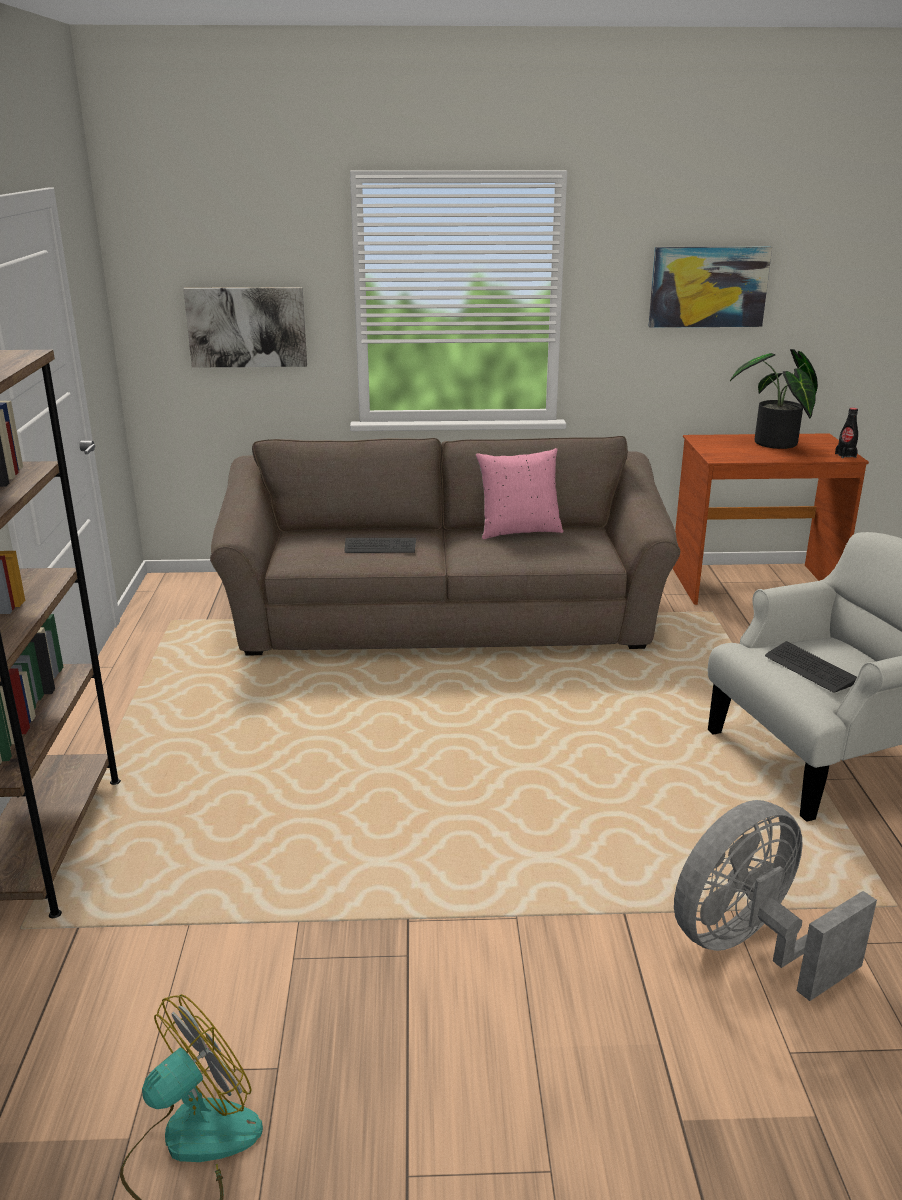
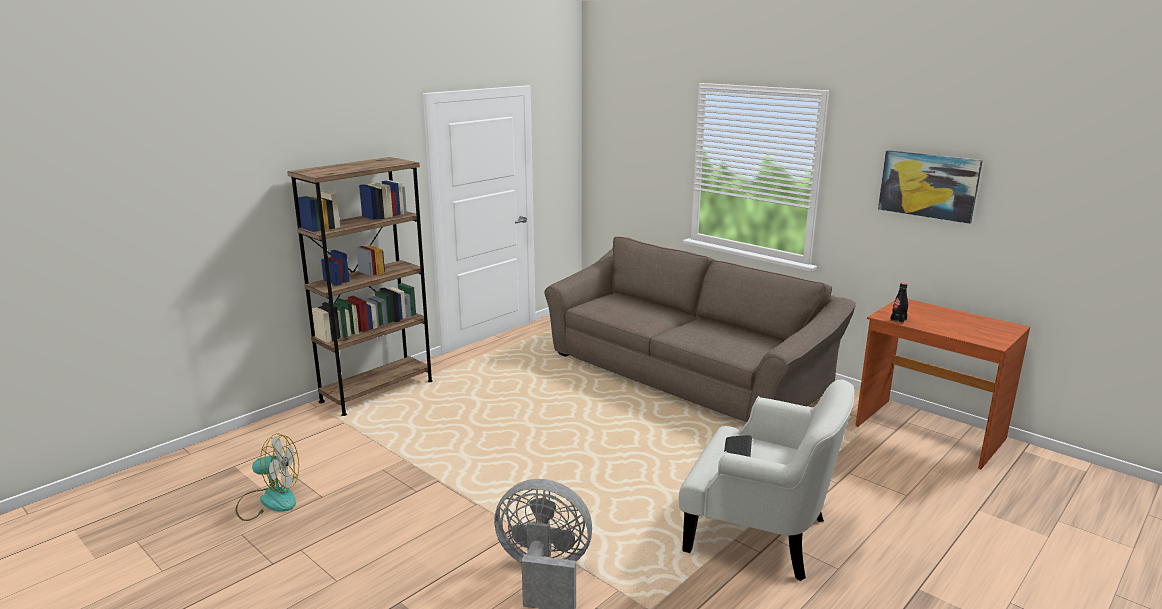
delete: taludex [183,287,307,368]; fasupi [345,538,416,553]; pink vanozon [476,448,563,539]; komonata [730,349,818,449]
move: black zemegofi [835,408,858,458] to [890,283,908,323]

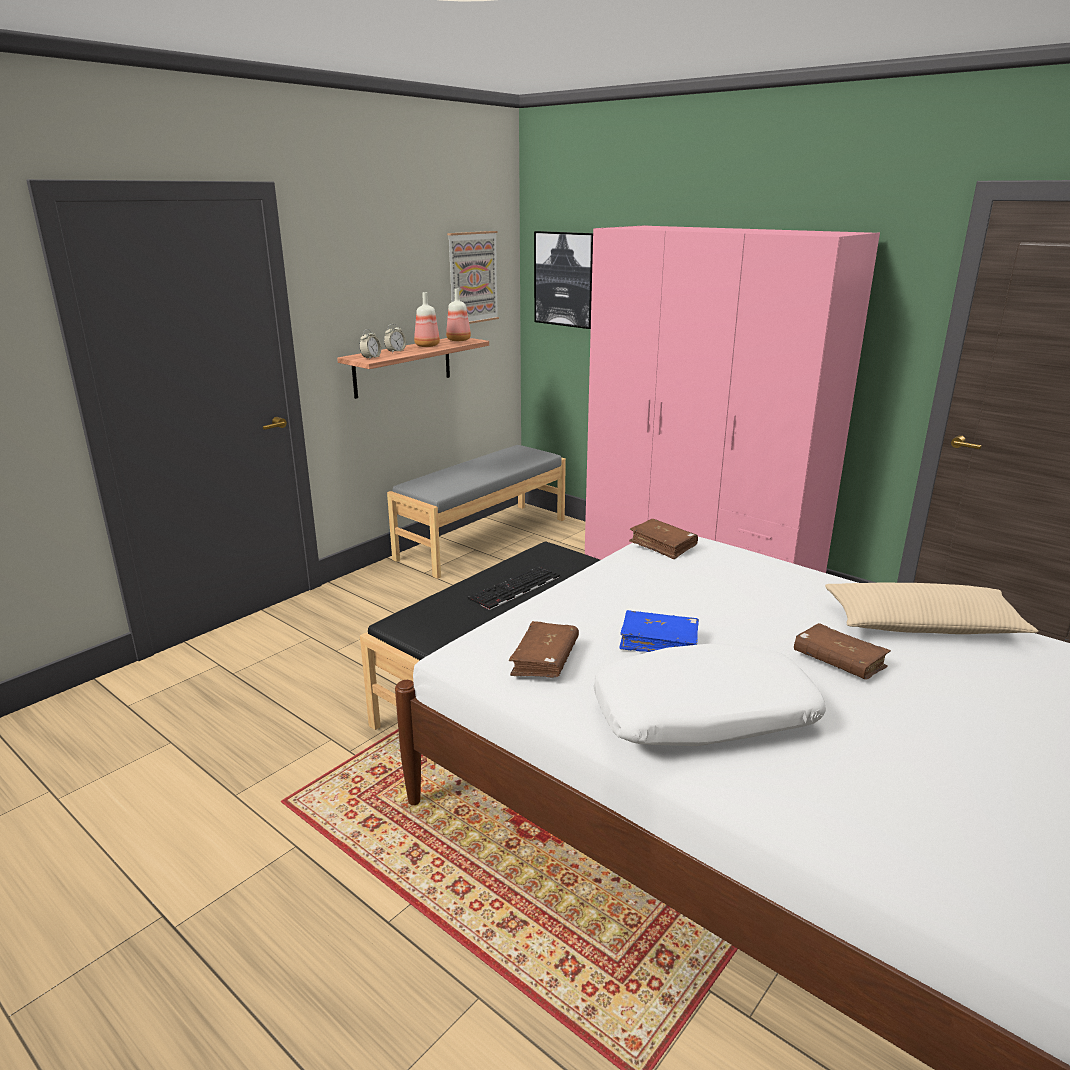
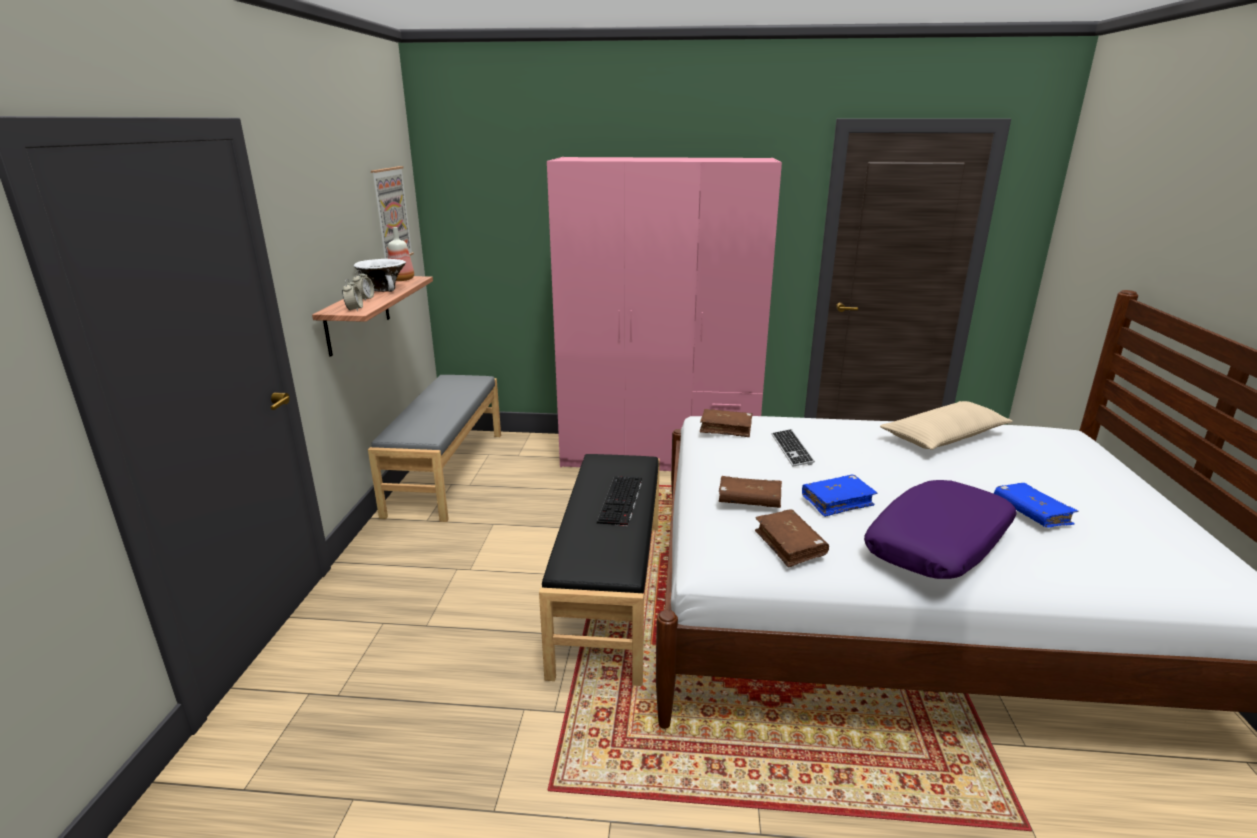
delete: taludex [534,231,593,329]
insert: fasupi [771,429,815,467]; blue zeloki [994,483,1078,528]
move: brown zeloki [794,623,891,680] to [719,476,782,508]
replace: zemegofi [414,292,440,347] to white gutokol [353,259,406,292]
recolor: white vanozon [593,643,826,746] to purple vanozon [864,480,1017,579]

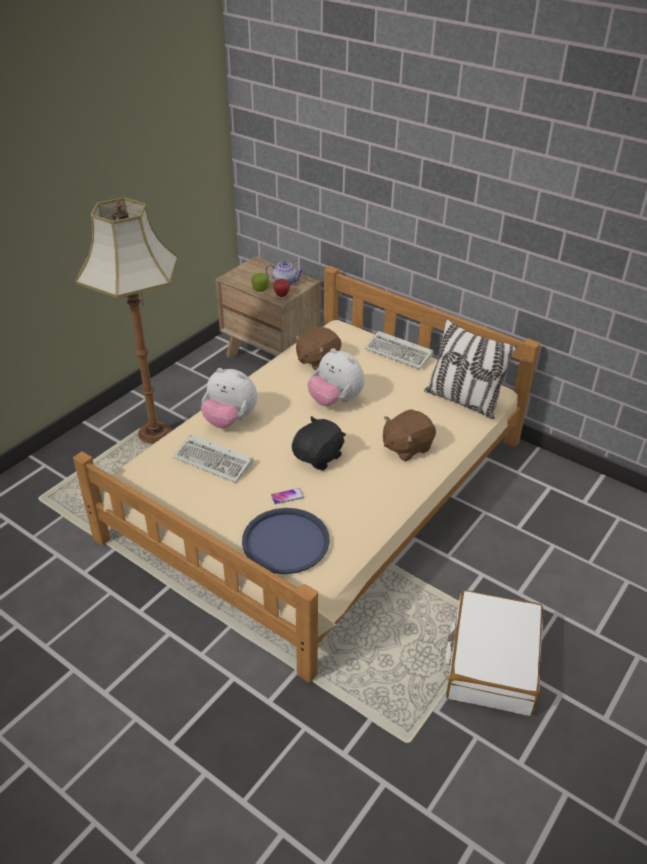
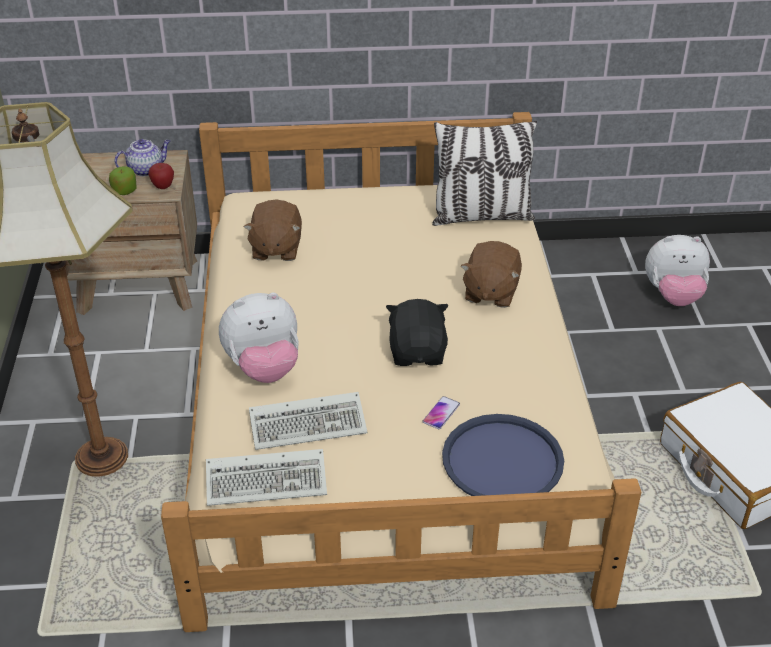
move: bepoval [308,348,364,406] to [645,235,710,306]; fasupi [364,331,433,369] to [206,449,327,506]

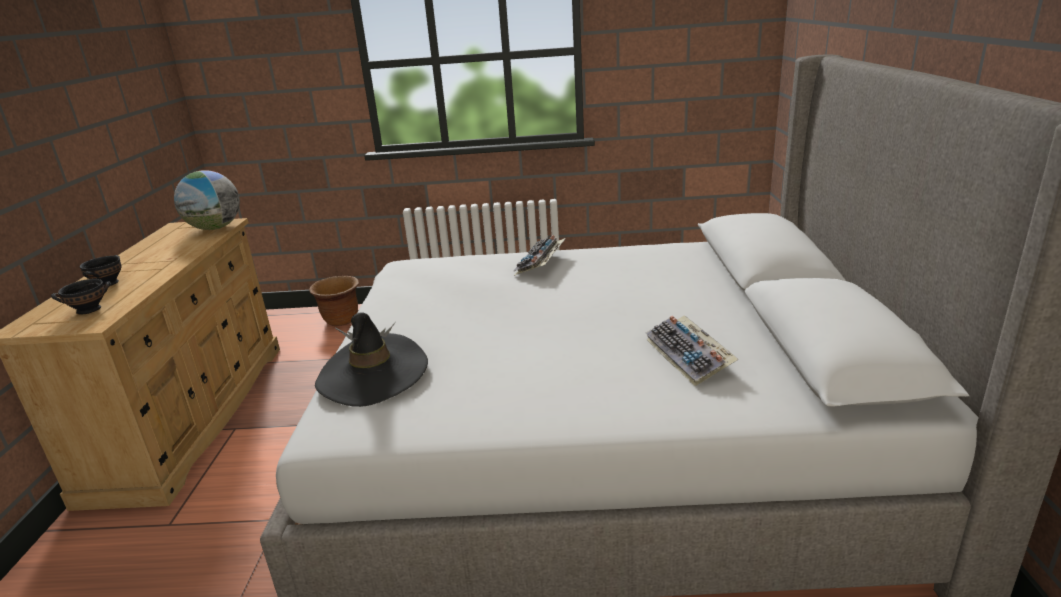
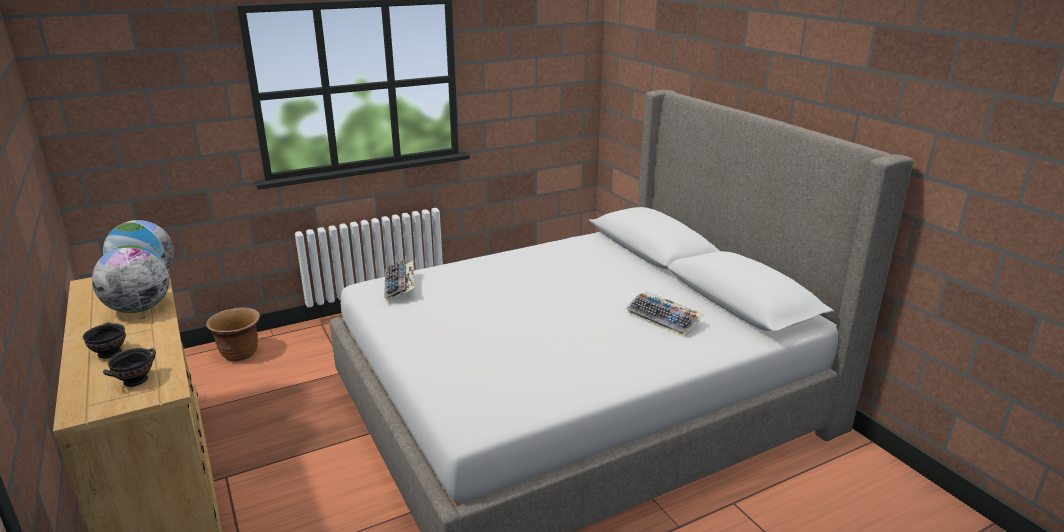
delete: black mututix [315,312,428,407]
insert: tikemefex [92,245,170,313]
move: fasupi [513,235,566,276] to [384,260,415,302]

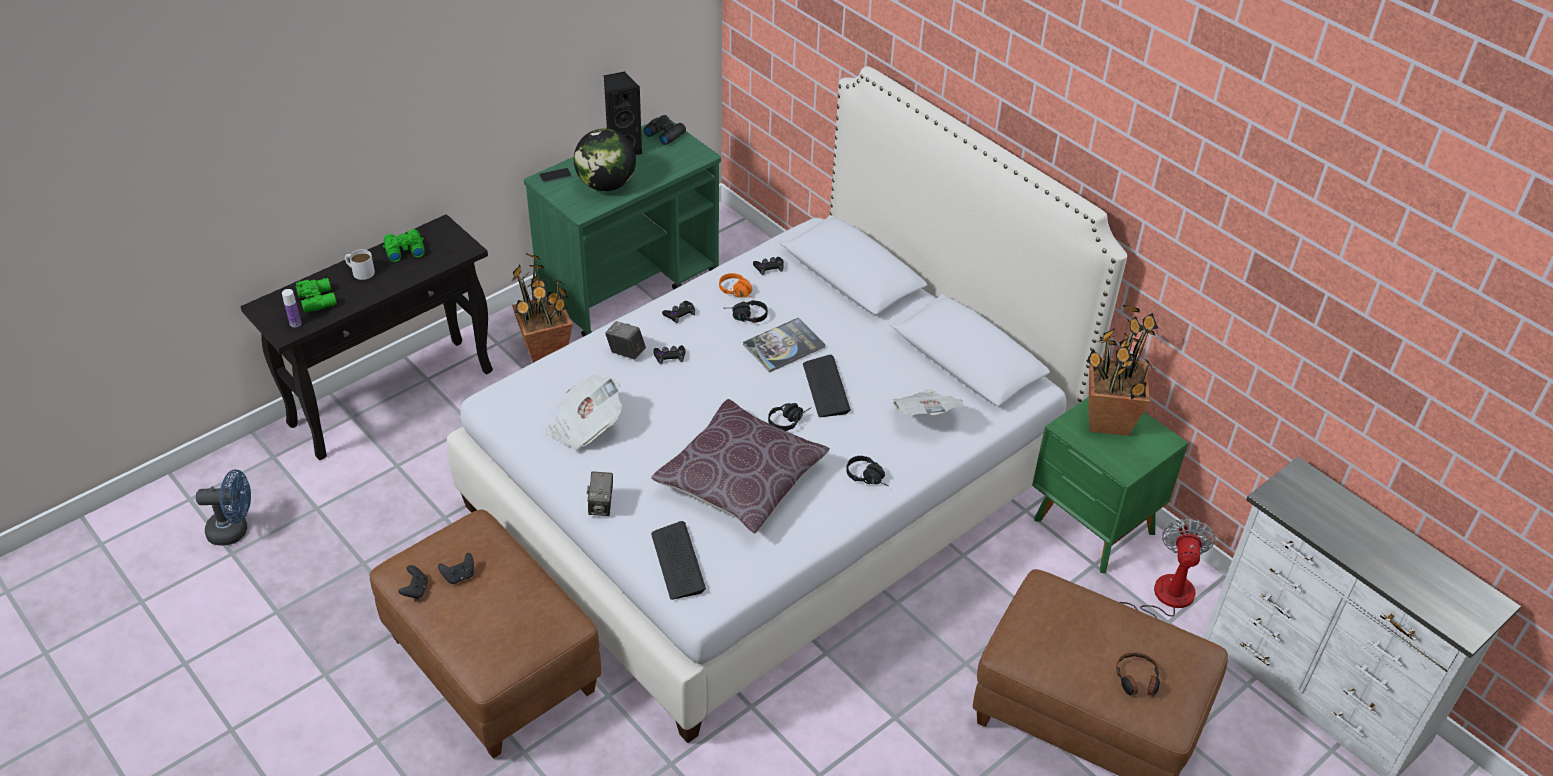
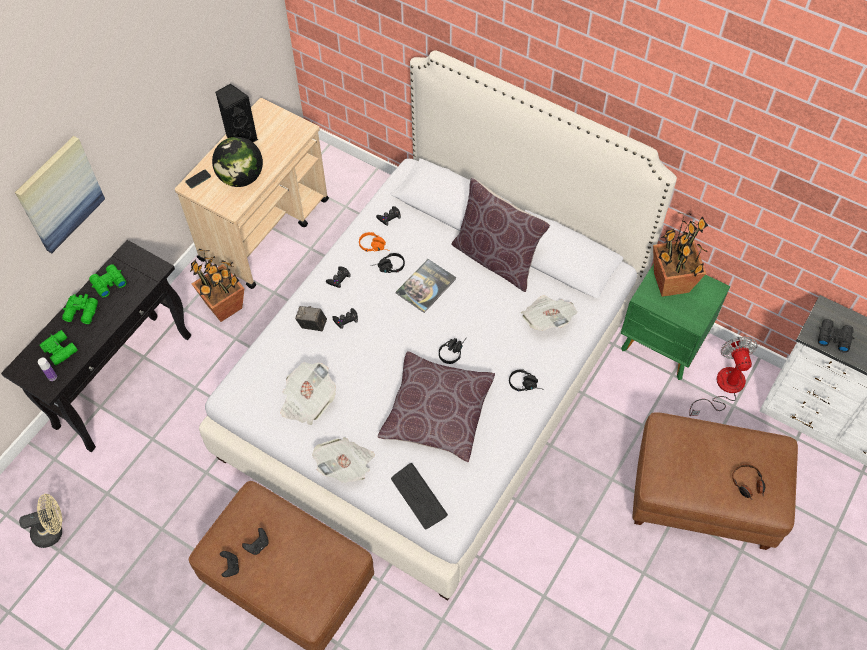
delete: fasupi [803,354,851,417]
insert: taludex [15,136,105,253]; brown vanozon [451,178,550,292]
move: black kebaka [644,115,686,145] to [818,319,854,353]
replace: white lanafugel [345,250,375,280] to green kebaka [62,294,98,324]; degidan [587,471,613,516] to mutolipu [312,437,375,483]
recolor: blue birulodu [196,469,251,546] to beige birulodu [19,494,62,548]; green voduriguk [524,120,721,337] to beige voduriguk [175,98,329,289]

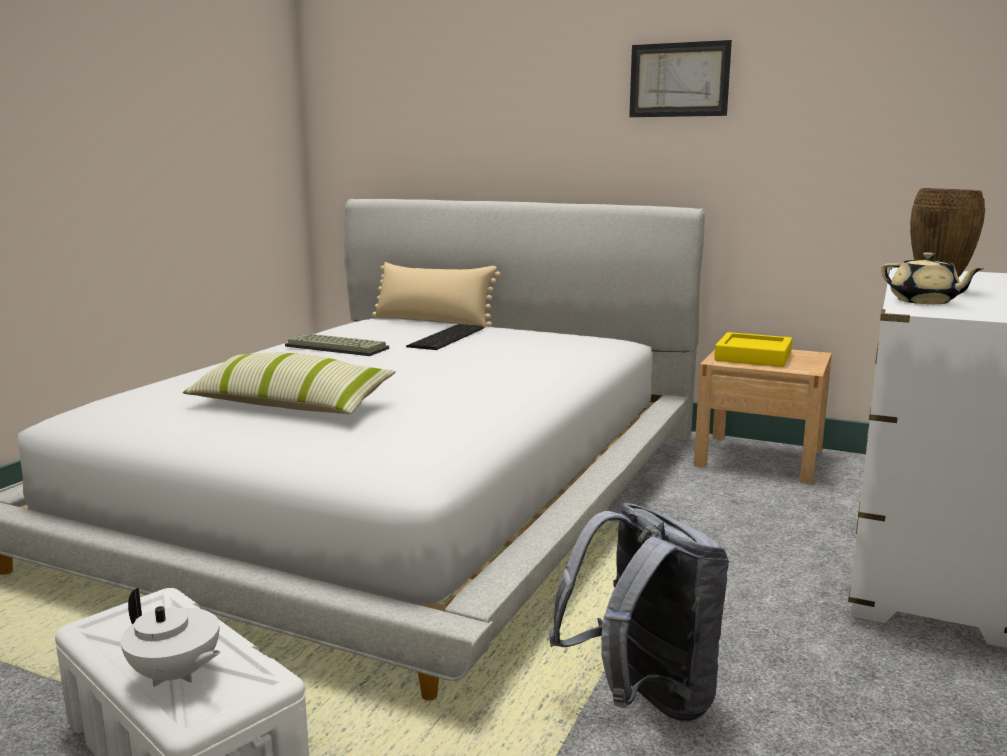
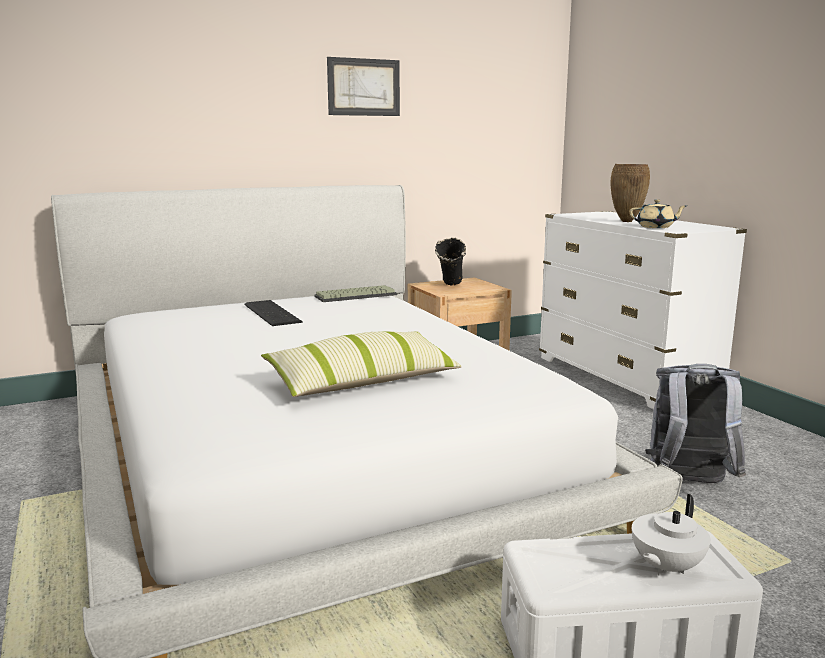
delete: beige vanozon [372,262,500,328]
move: fasupi [285,334,389,356] to [314,285,397,302]
replace: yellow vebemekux [714,332,792,367] to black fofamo [435,238,466,286]
rotate: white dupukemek [121,588,221,687] = [632,493,711,576] 150 degrees clockwise

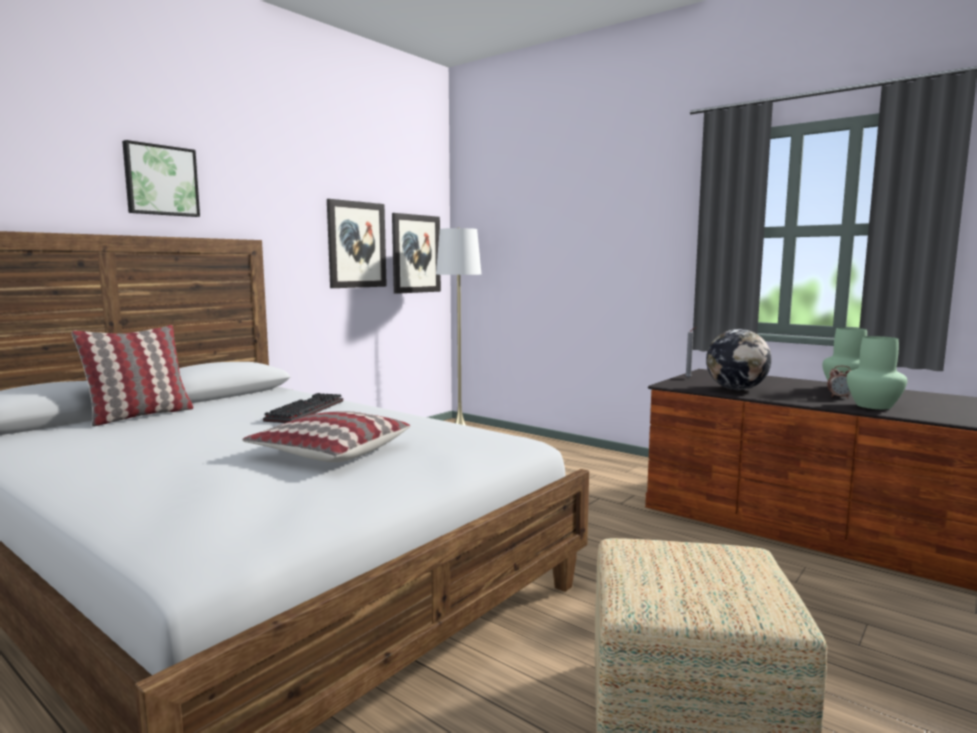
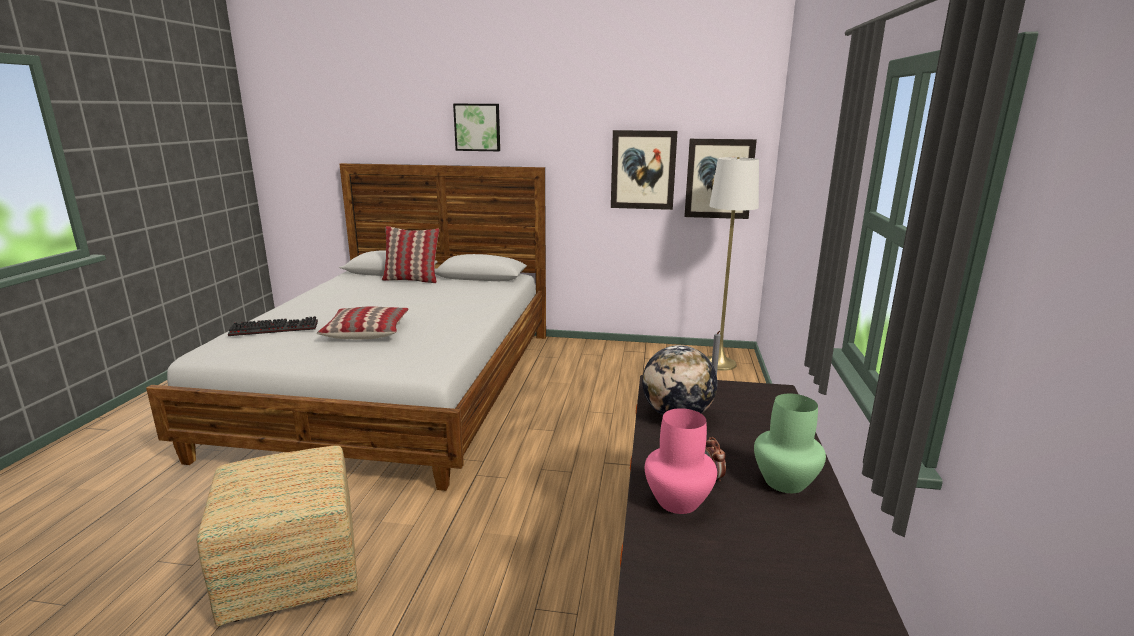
move: fasupi [263,393,343,423] to [228,316,318,336]
recolor: green fofamo [846,336,907,409] to pink fofamo [645,408,717,514]

